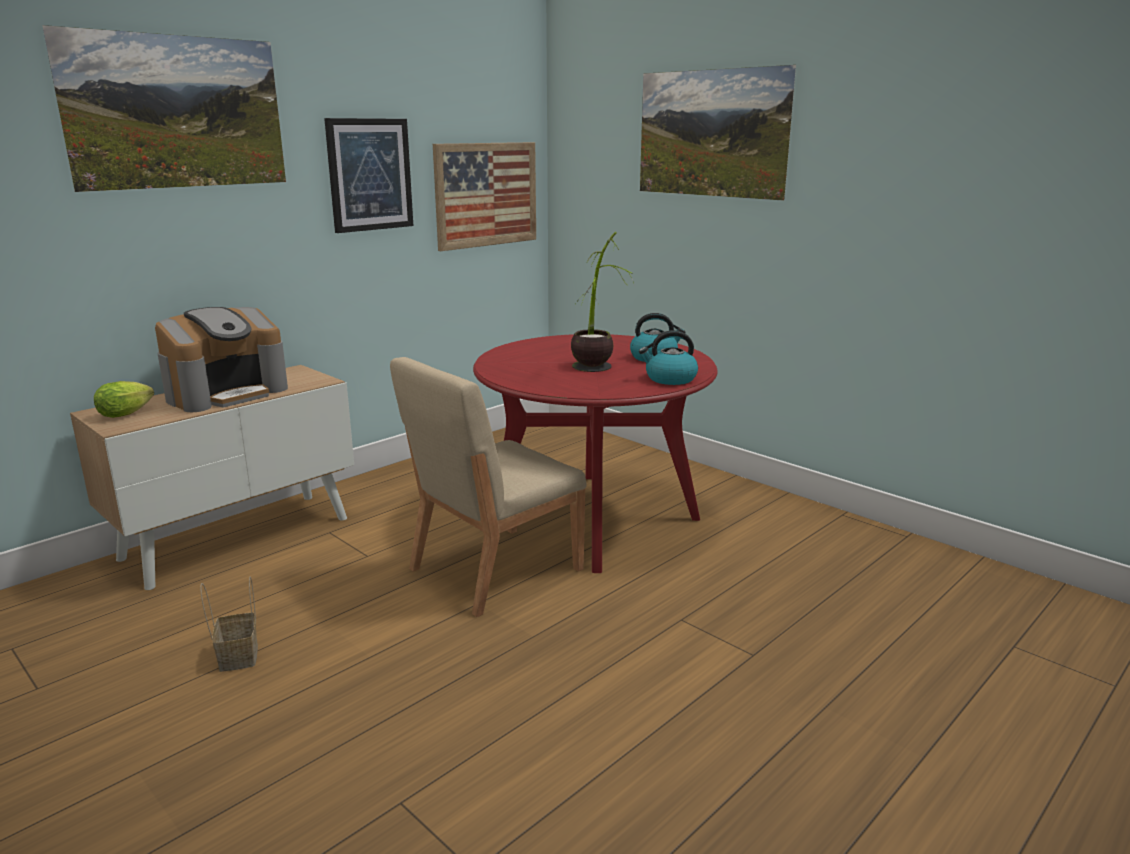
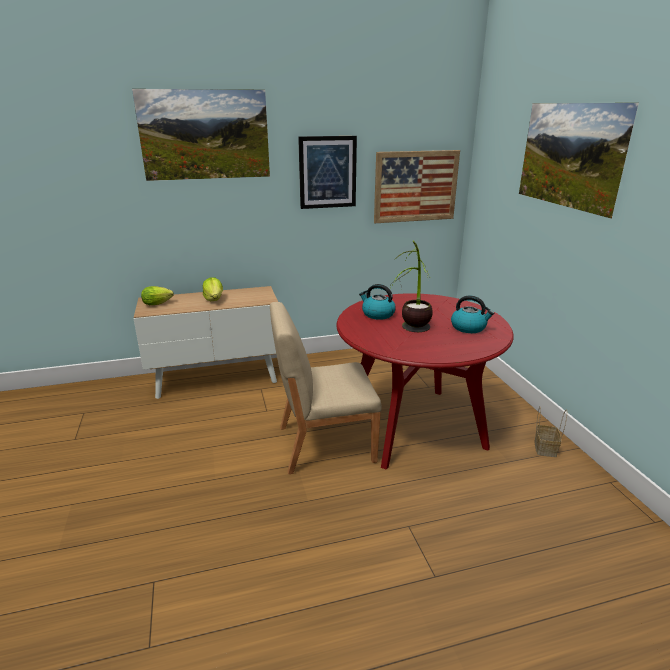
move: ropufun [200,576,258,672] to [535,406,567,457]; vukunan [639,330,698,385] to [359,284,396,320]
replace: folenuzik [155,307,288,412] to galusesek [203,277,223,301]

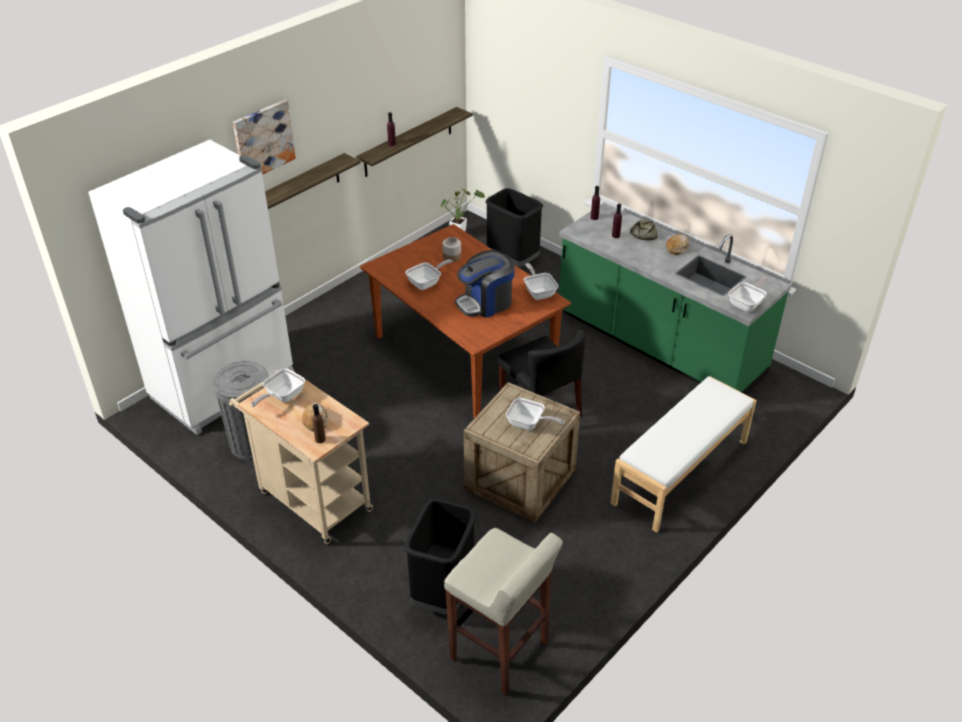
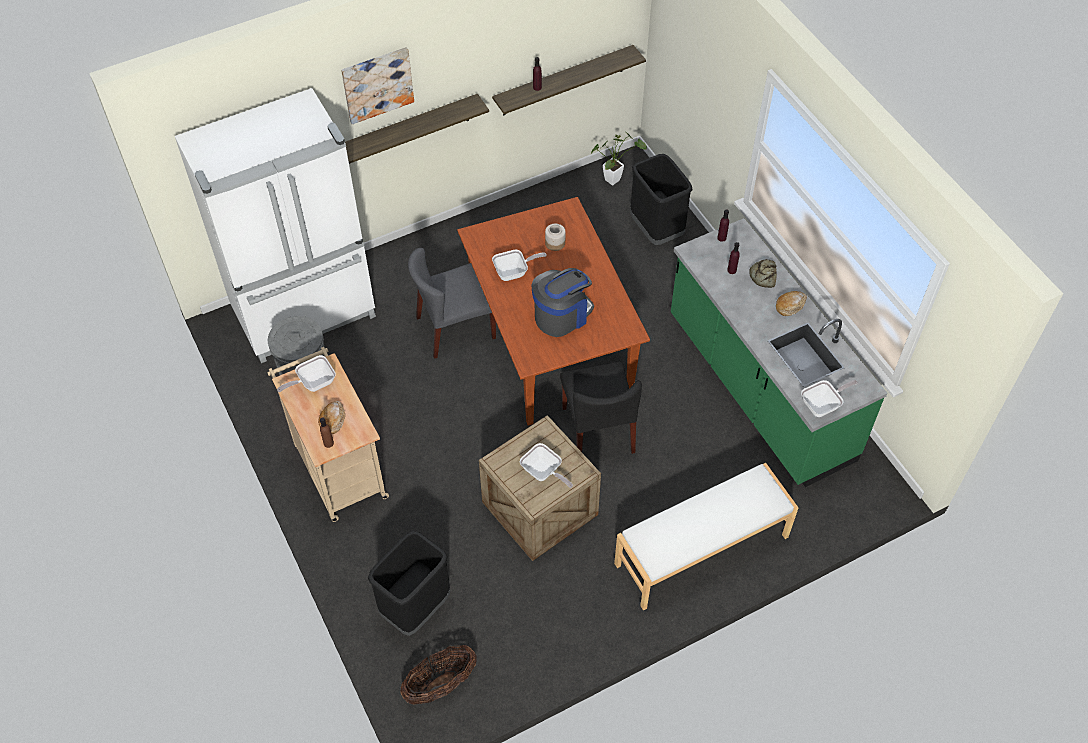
delete: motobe [524,263,558,300]
insert: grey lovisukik [408,248,496,359]
replace: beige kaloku [444,528,563,695] to ropufun [400,645,477,704]
rotate: folenuzik [455,250,515,318] = [532,268,594,337] 150 degrees clockwise

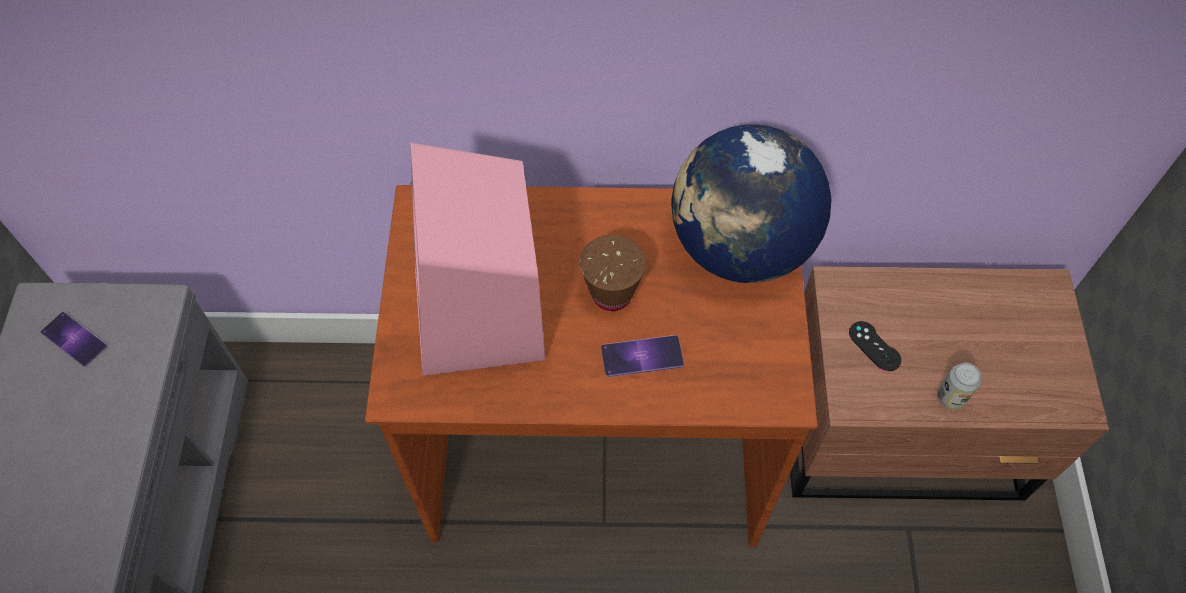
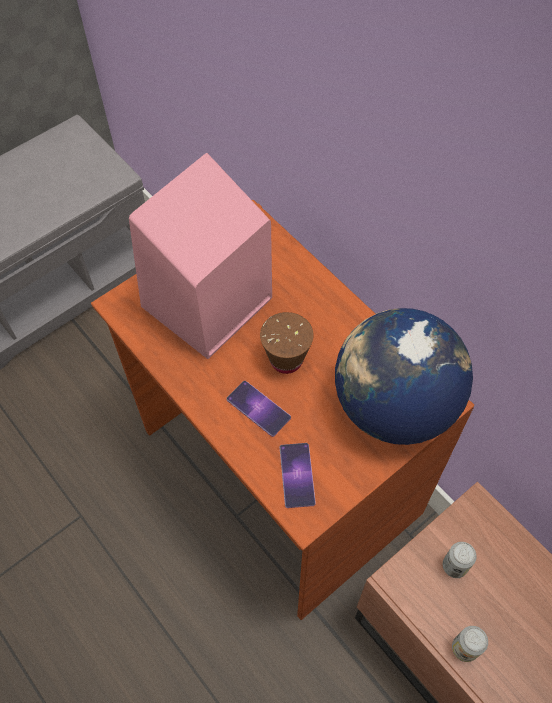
move: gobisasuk [40,312,107,367] to [280,443,316,508]
replace: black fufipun [849,321,901,371] to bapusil [443,542,477,578]

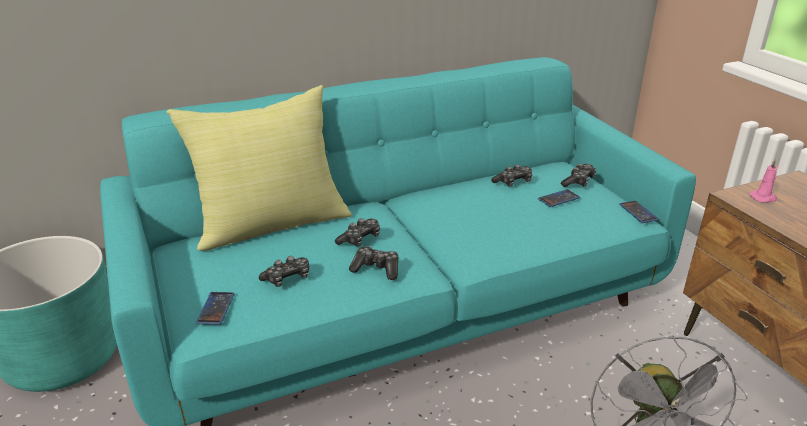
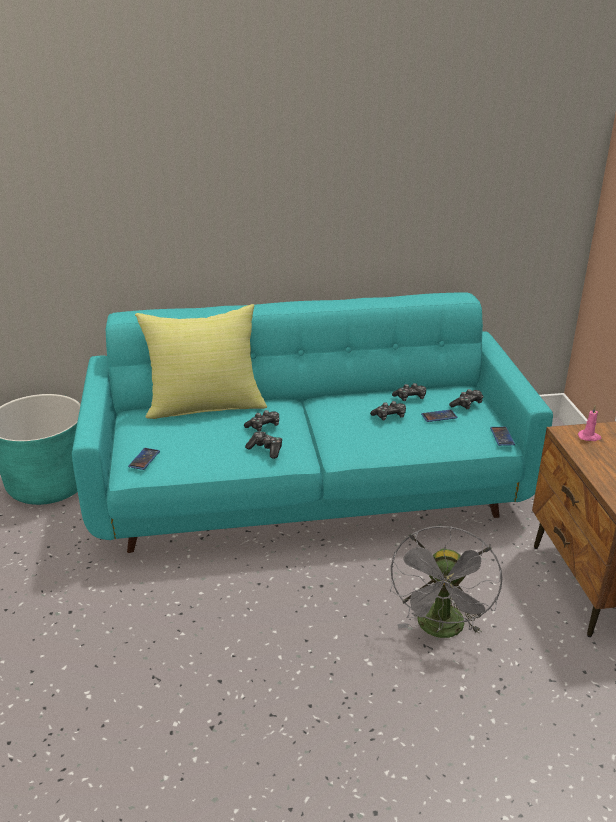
move: fufipun [259,256,309,287] to [370,401,406,420]

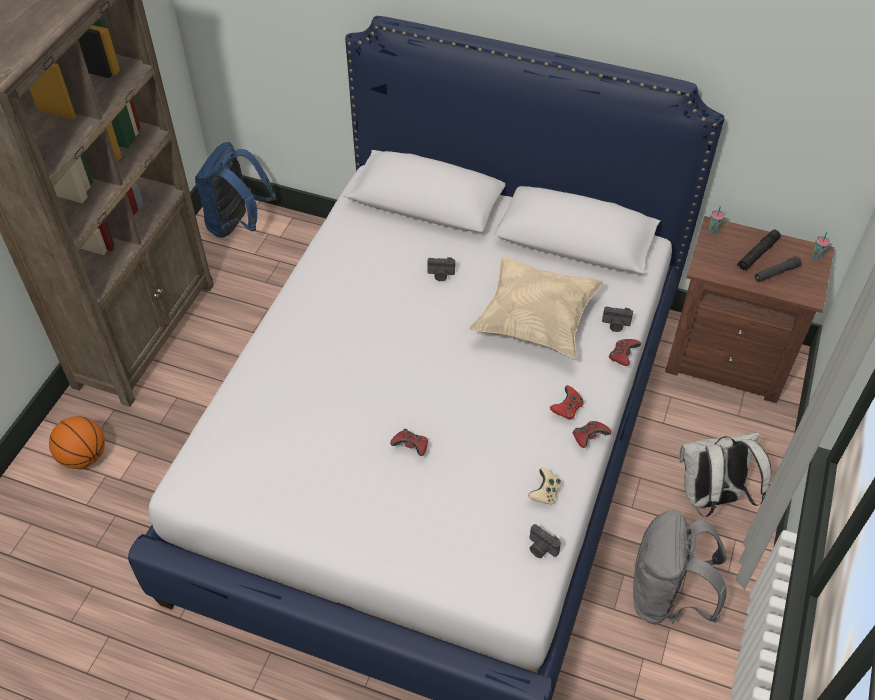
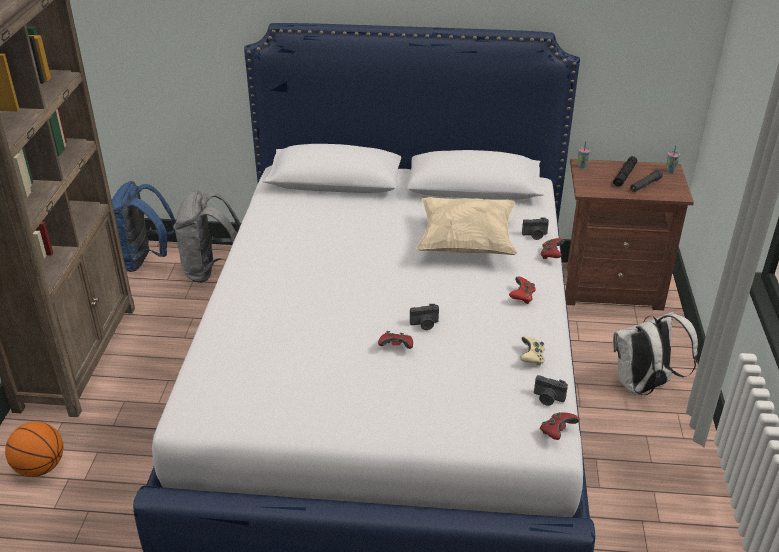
move: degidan [427,257,455,281] to [410,304,439,330]; red fufipun [572,421,611,448] to [540,412,580,440]; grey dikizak [633,509,727,624] to [173,190,241,283]

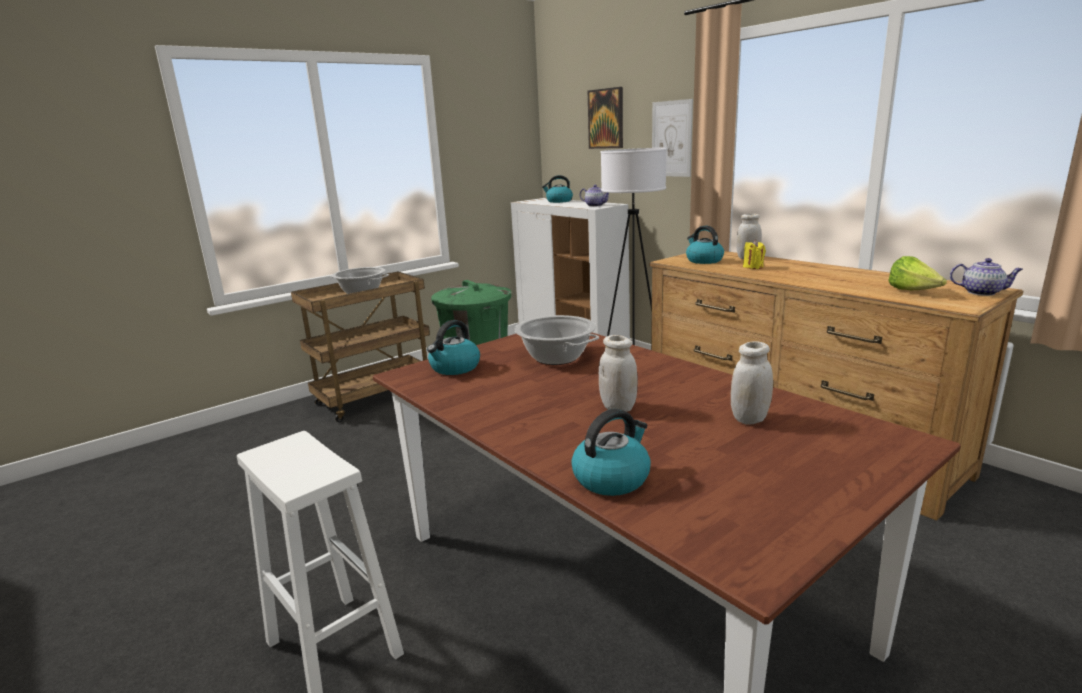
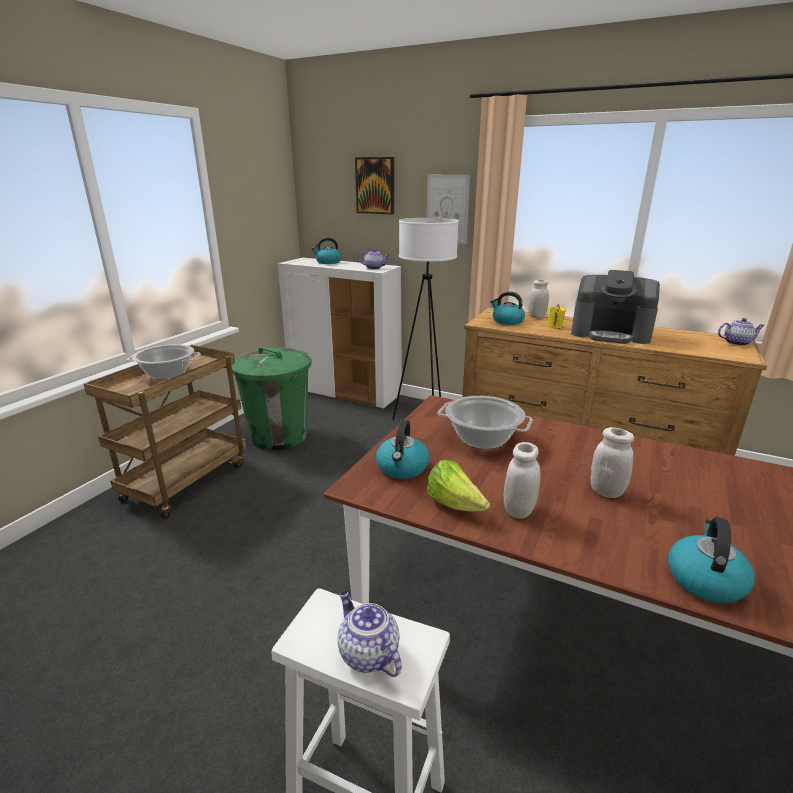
insert: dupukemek [338,591,402,677]; folenuzik [571,270,660,344]
move: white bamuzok [731,341,773,425] to [504,442,541,519]; galusesek [888,256,947,290] to [427,460,490,512]

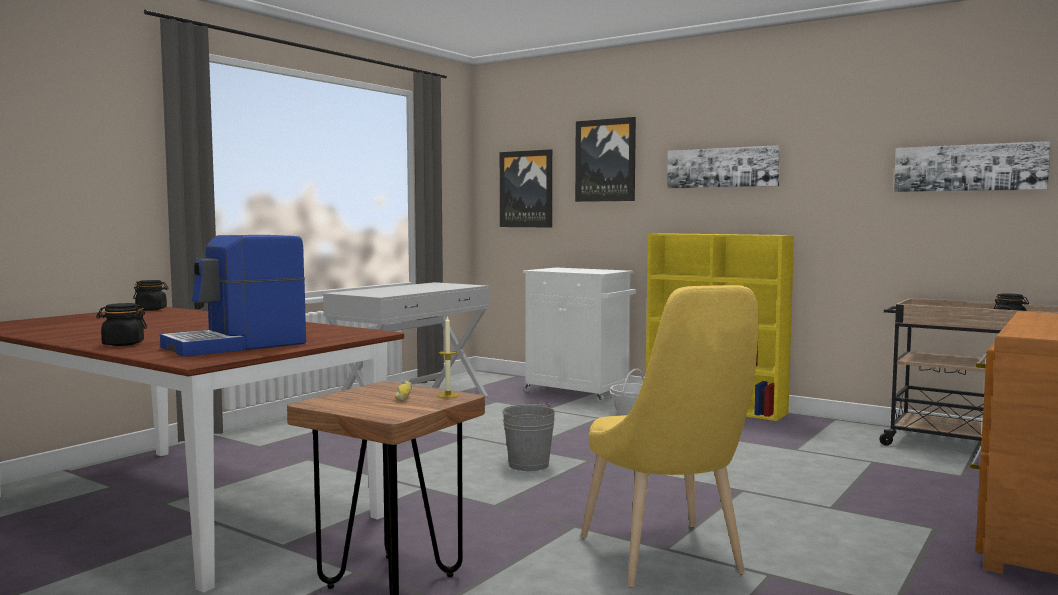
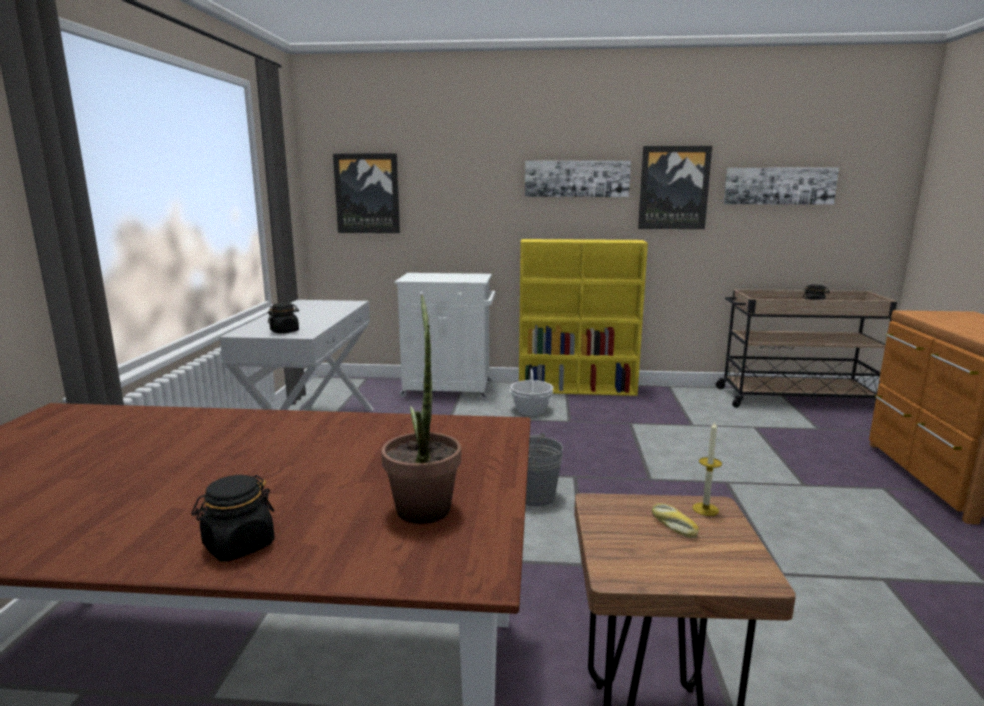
delete: yellow lovisukik [580,285,759,588]
move: black bamuzok [133,280,169,311] to [268,303,299,333]; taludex [575,117,636,202] to [638,146,712,229]
replace: folenuzik [160,235,306,357] to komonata [381,294,461,524]

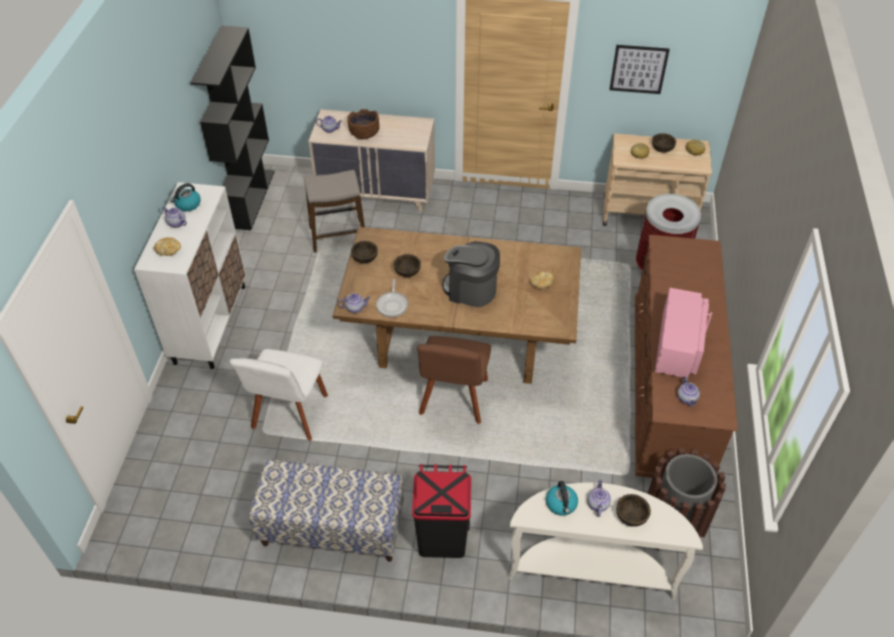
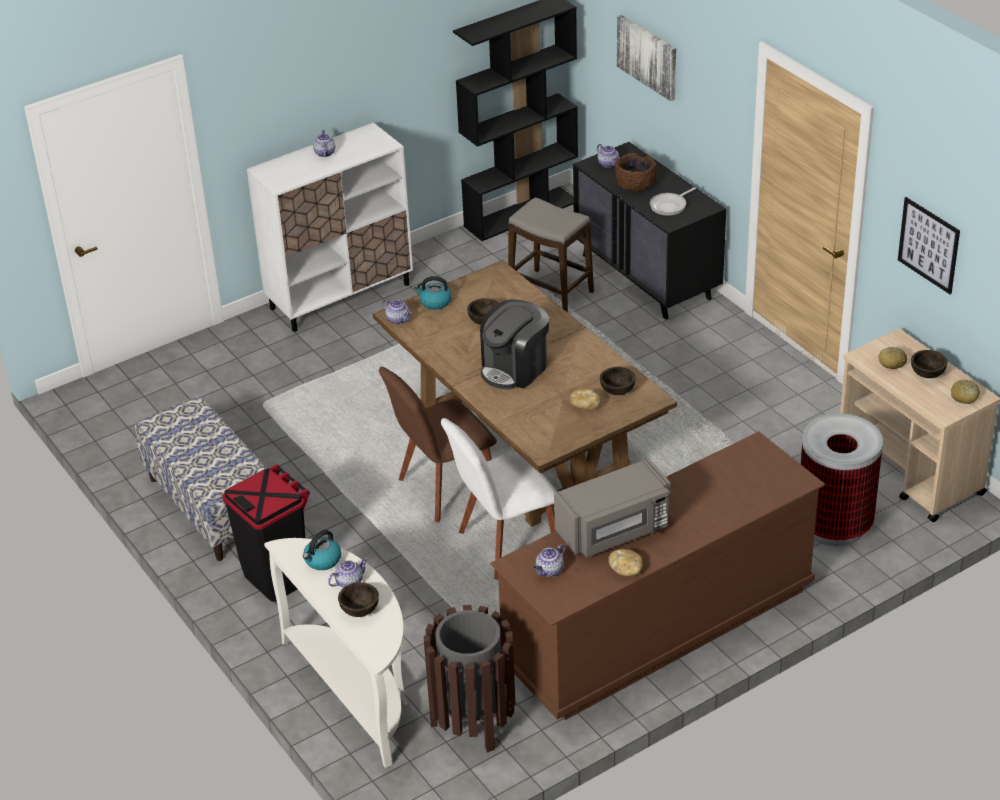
insert: taludex [617,15,676,101]
move: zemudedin [154,237,181,256] to [609,549,643,576]; vukunan [170,183,201,211] to [414,276,452,310]; white lovisukik [229,349,328,441] to [441,418,557,580]; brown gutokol [351,241,378,264] to [600,367,636,395]; motobe [376,279,408,317] to [650,187,696,216]
recolor: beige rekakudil [308,109,435,211] to black rekakudil [573,142,726,320]; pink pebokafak [655,288,712,378] to grey pebokafak [554,458,671,558]
rotate: folenuzik [442,241,500,307] = [480,299,549,390] 120 degrees counterclockwise

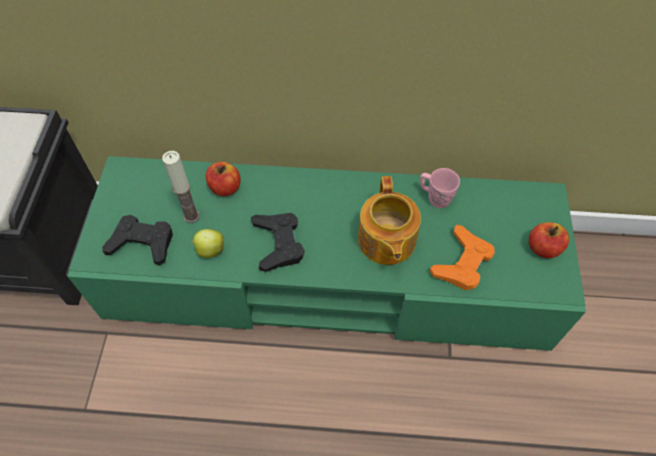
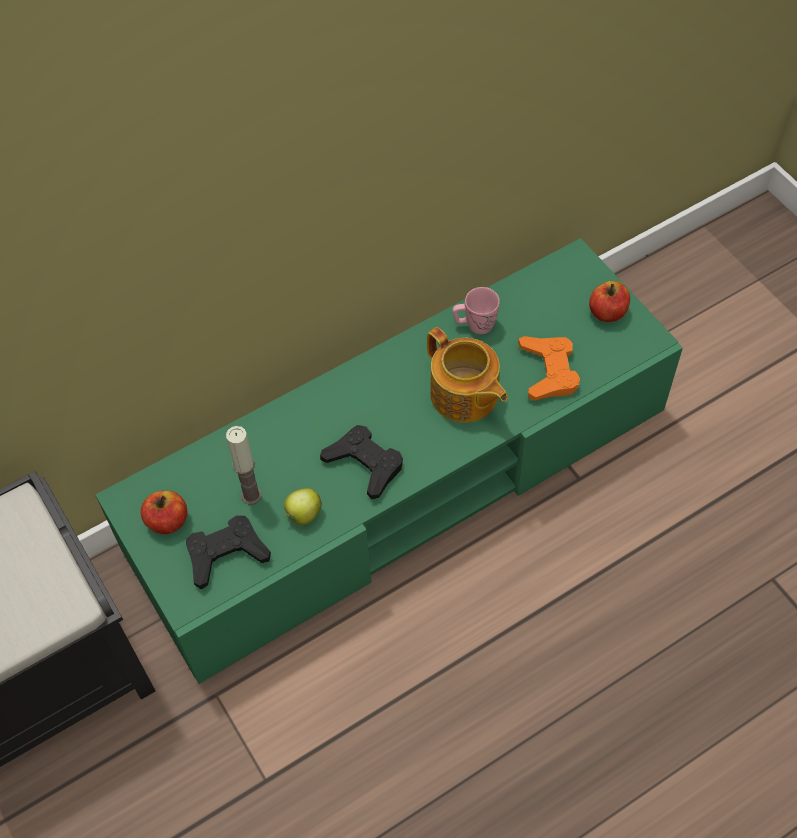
move: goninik [206,162,241,196] to [141,491,187,534]

